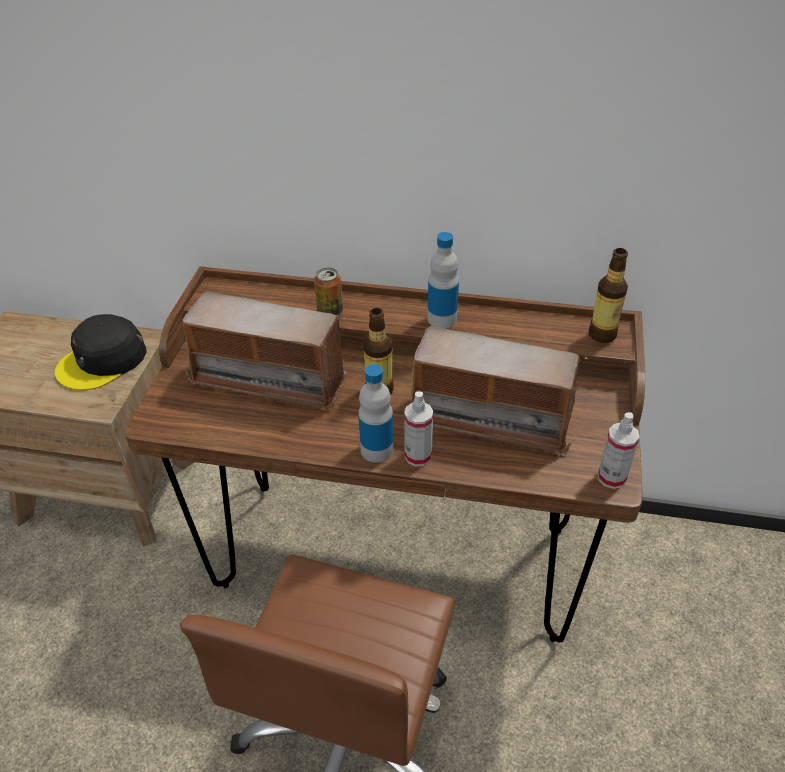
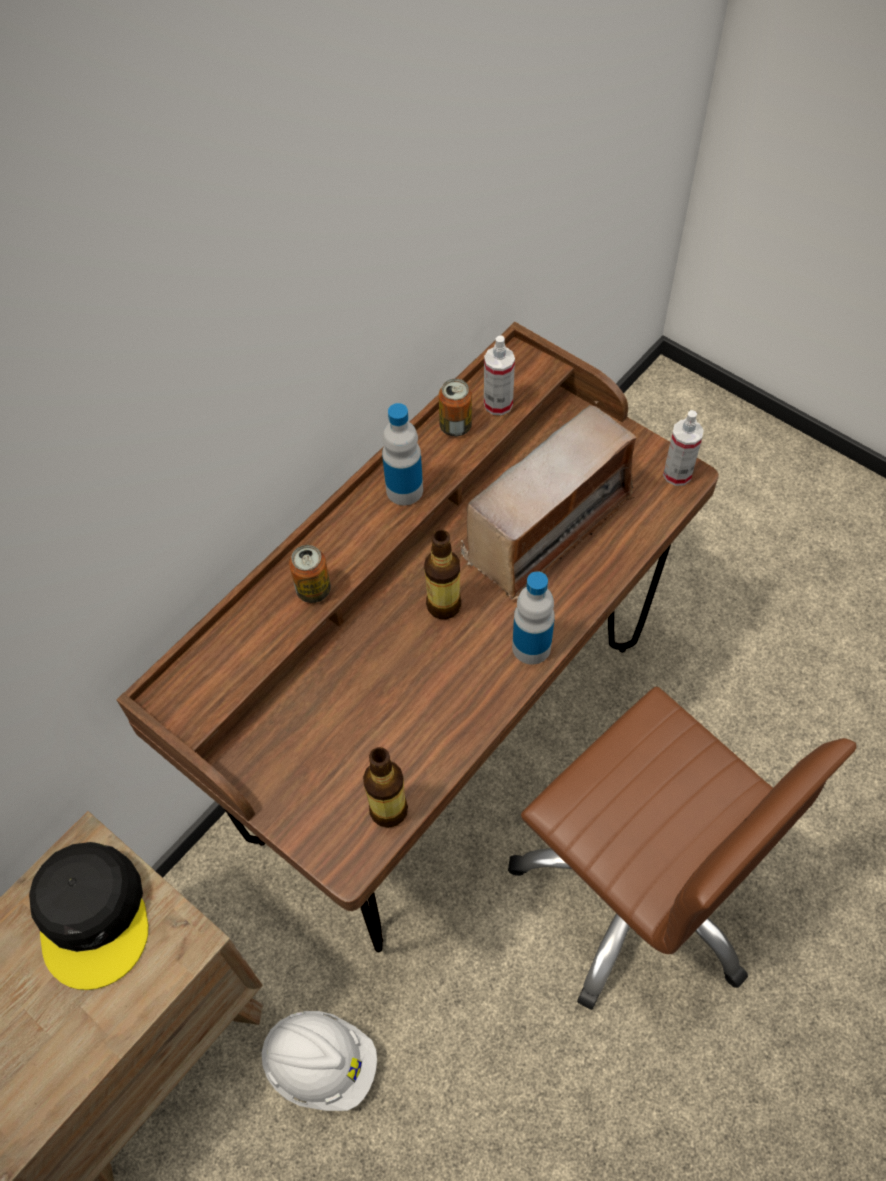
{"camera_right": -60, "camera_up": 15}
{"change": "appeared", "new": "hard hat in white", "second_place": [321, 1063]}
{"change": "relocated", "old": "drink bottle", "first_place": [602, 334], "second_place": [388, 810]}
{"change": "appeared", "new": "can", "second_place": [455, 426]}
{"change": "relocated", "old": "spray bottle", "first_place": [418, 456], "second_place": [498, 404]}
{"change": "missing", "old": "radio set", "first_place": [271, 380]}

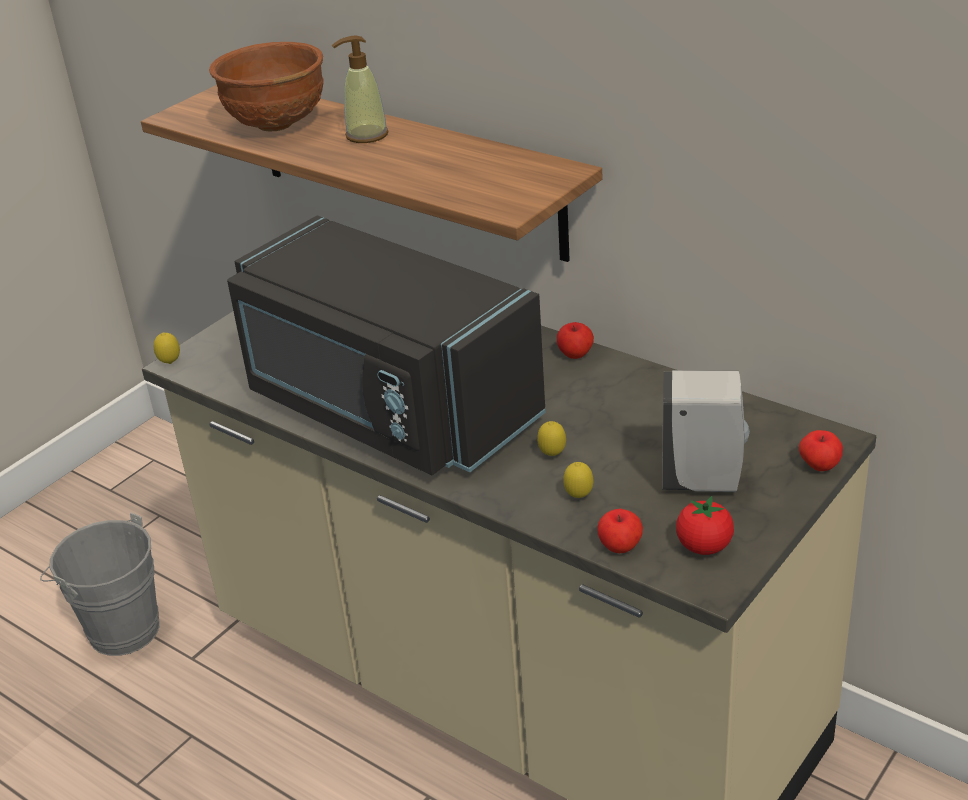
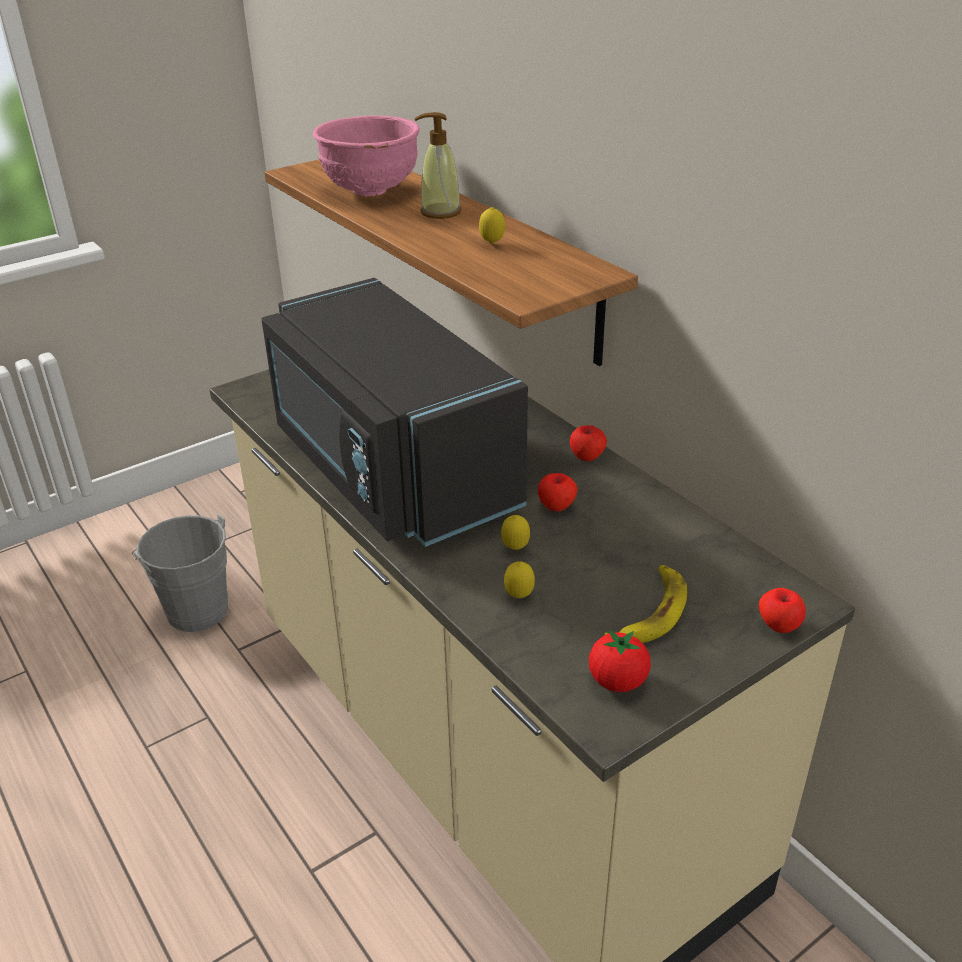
{"camera_right": 15, "camera_up": 0}
{"change": "colour", "old": "serving bowl in brownish", "new": "serving bowl in pink", "first_place": [277, 124], "second_place": [371, 191]}
{"change": "relocated", "old": "whole lemon", "first_place": [170, 363], "second_place": [492, 243]}
{"change": "relocated", "old": "whole apple", "first_place": [620, 546], "second_place": [556, 506]}
{"change": "exchanged", "old": "liquid soap bottle in white", "new": "whole banana", "first_place": [704, 481], "second_place": [651, 612]}

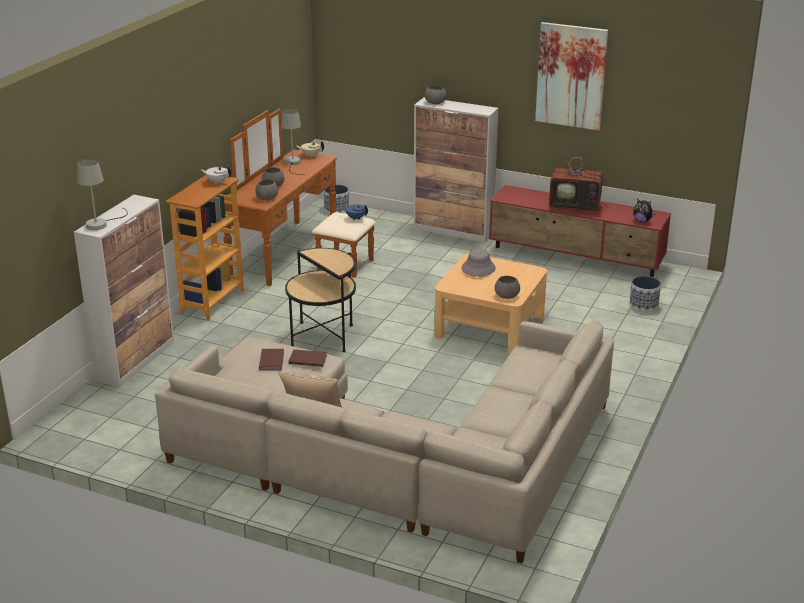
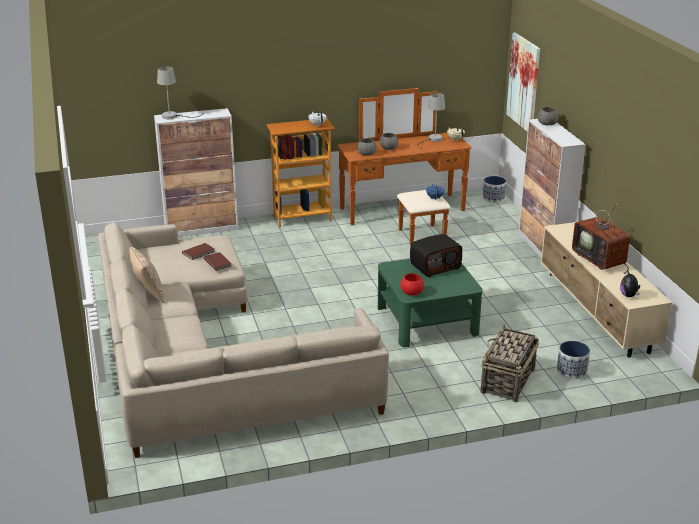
{"camera_right": 50, "camera_up": 0}
{"change": "colour", "old": "coffee table in beige-coloured", "new": "coffee table in green-coloured", "first_place": [489, 326], "second_place": [426, 320]}
{"change": "colour", "old": "serving bowl in greyish", "new": "serving bowl in red", "first_place": [507, 295], "second_place": [412, 292]}
{"change": "exchanged", "old": "wearable hat in greyish", "new": "radio set", "first_place": [478, 268], "second_place": [435, 266]}
{"change": "appeared", "new": "basket", "second_place": [507, 381]}
{"change": "relocated", "old": "wall picture", "first_place": [571, 76], "second_place": [523, 82]}
{"change": "colour", "old": "tv unit in red", "new": "tv unit in beige-coloured", "first_place": [576, 257], "second_place": [596, 312]}
{"change": "missing", "old": "accent table", "first_place": [322, 336]}

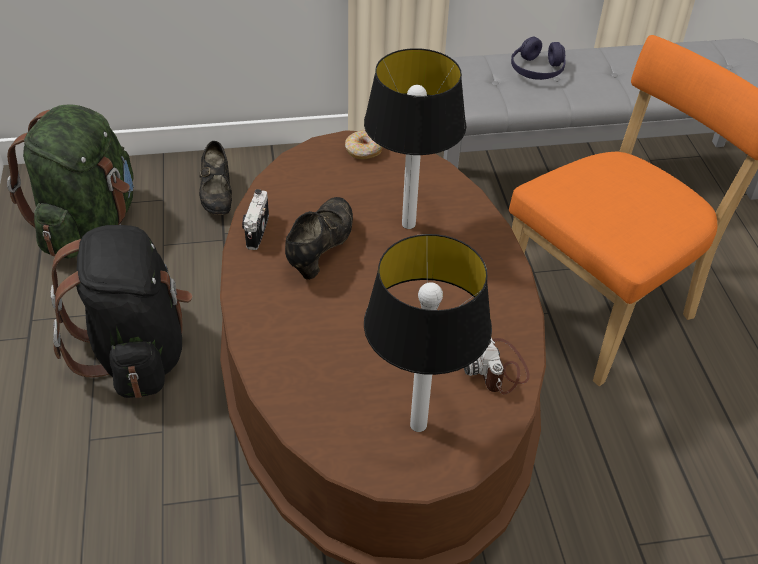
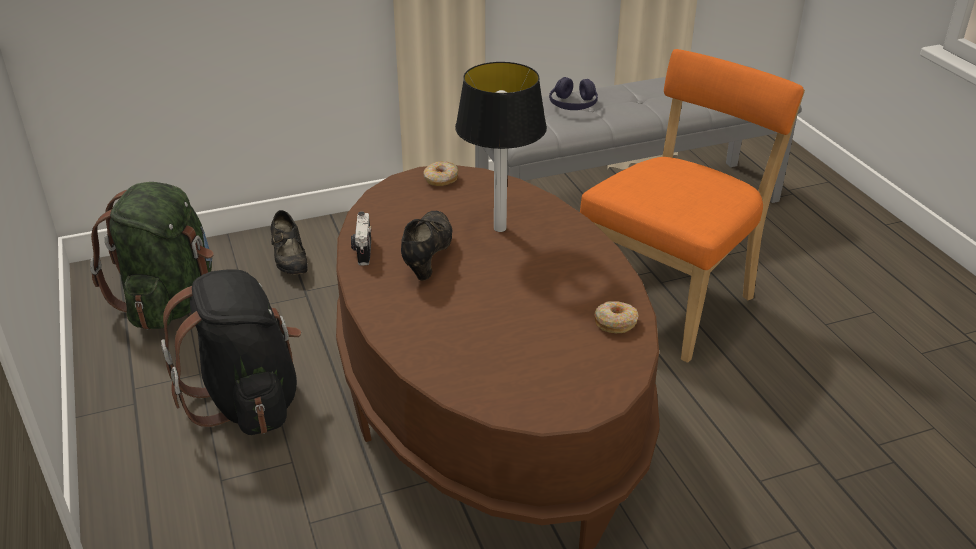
{"camera_right": -10, "camera_up": -10}
{"change": "exchanged", "old": "still camera", "new": "donut", "first_place": [498, 368], "second_place": [615, 322]}
{"change": "missing", "old": "tabletop lamp", "first_place": [417, 424]}

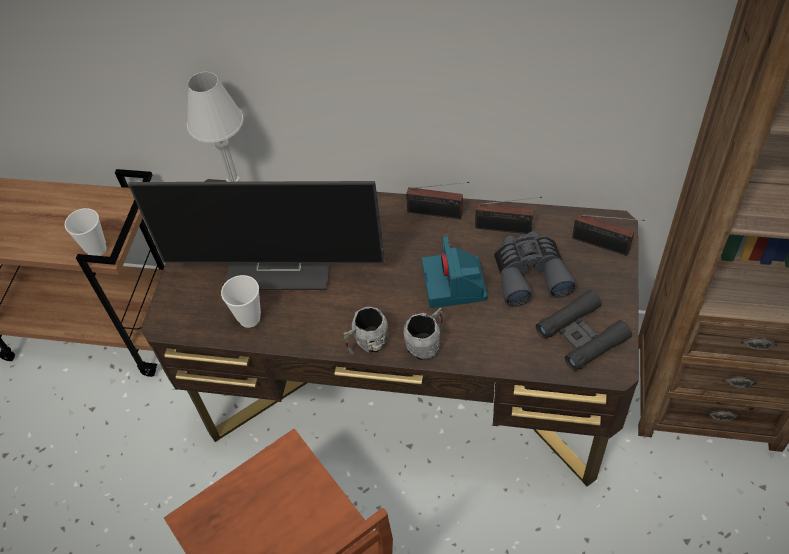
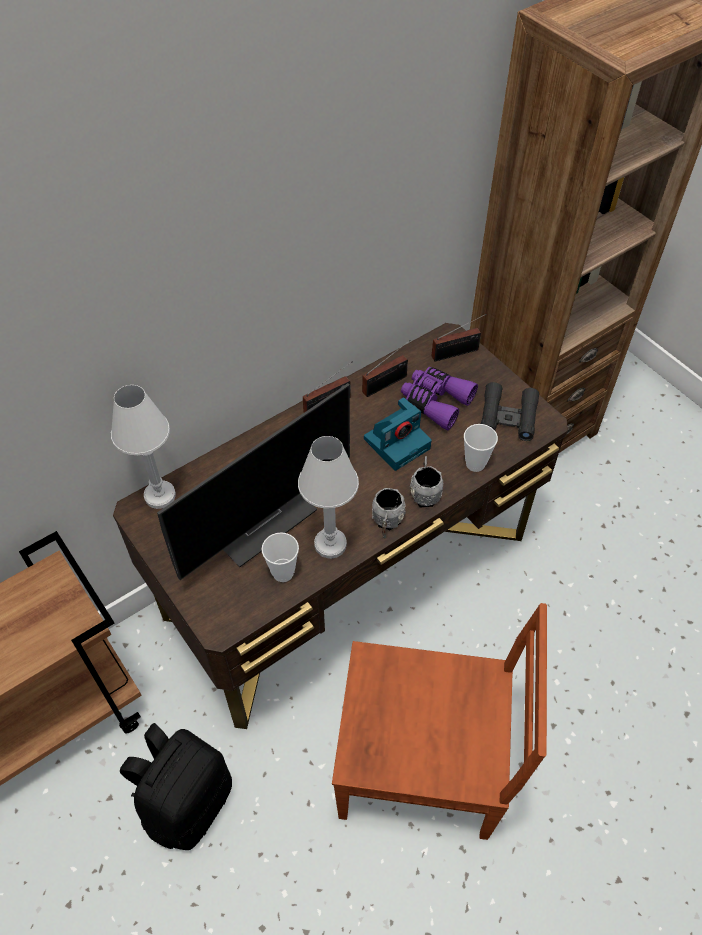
{"camera_right": -50, "camera_up": 0}
{"change": "appeared", "new": "knapsack in black-coloured", "second_place": [187, 802]}
{"change": "appeared", "new": "tabletop lamp in white", "second_place": [330, 544]}
{"change": "spun", "old": "still camera", "first_place": [455, 285], "second_place": [397, 442], "degrees": -75}
{"change": "colour", "old": "binoculars in greyish", "new": "binoculars in purplish", "first_place": [530, 274], "second_place": [435, 402]}
{"change": "relocated", "old": "small cup", "first_place": [96, 249], "second_place": [475, 464]}

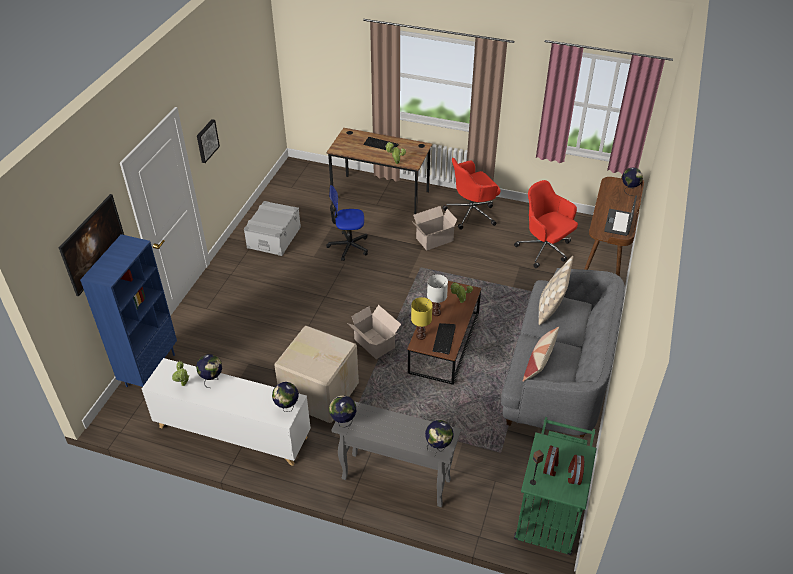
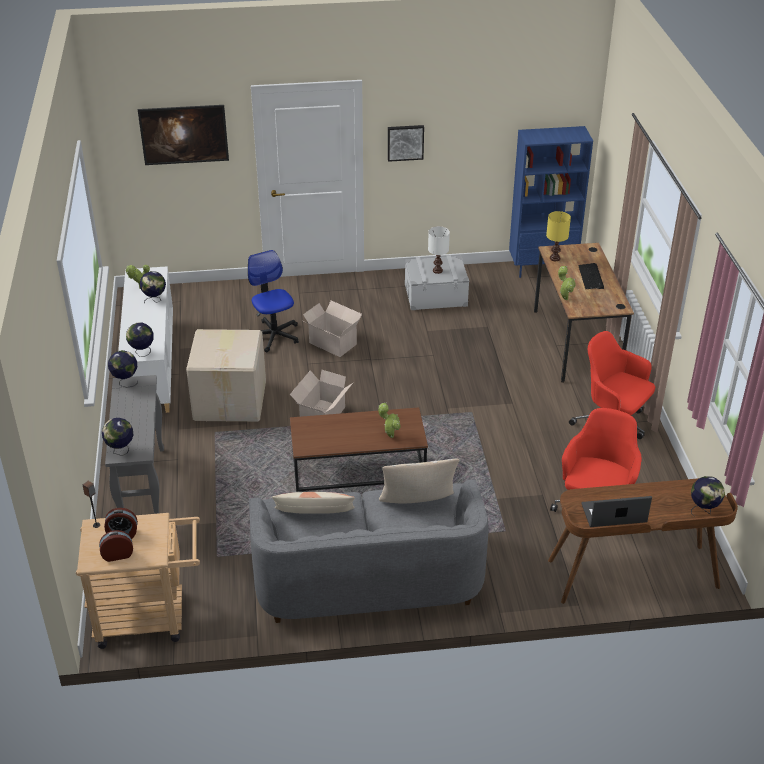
{"camera_right": 65, "camera_up": -5}
{"change": "colour", "old": "cart in green-coloured", "new": "cart in beige-coloured", "first_place": [549, 513], "second_place": [150, 617]}
{"change": "relocated", "old": "office chair", "first_place": [348, 246], "second_place": [273, 336]}
{"change": "relocated", "old": "packing box", "first_place": [433, 240], "second_place": [332, 343]}
{"change": "relocated", "old": "tabletop lamp in white", "first_place": [436, 312], "second_place": [437, 271]}
{"change": "relocated", "old": "shelving unit in bluish", "first_place": [150, 370], "second_place": [542, 268]}
{"change": "relocated", "old": "tabletop lamp in yellow-coloured", "first_place": [420, 336], "second_place": [554, 258]}
{"change": "missing", "old": "keyboard", "first_place": [444, 338]}

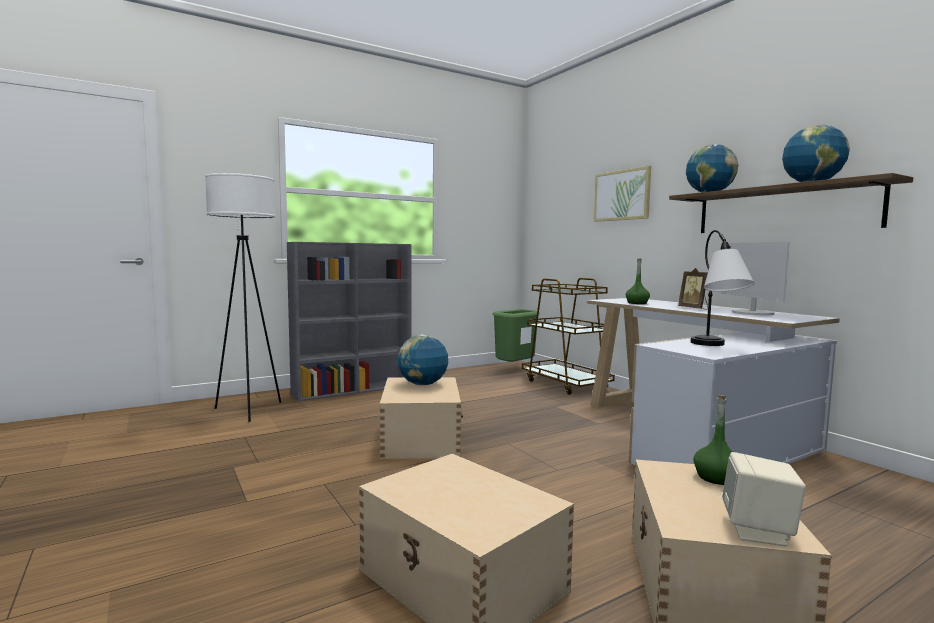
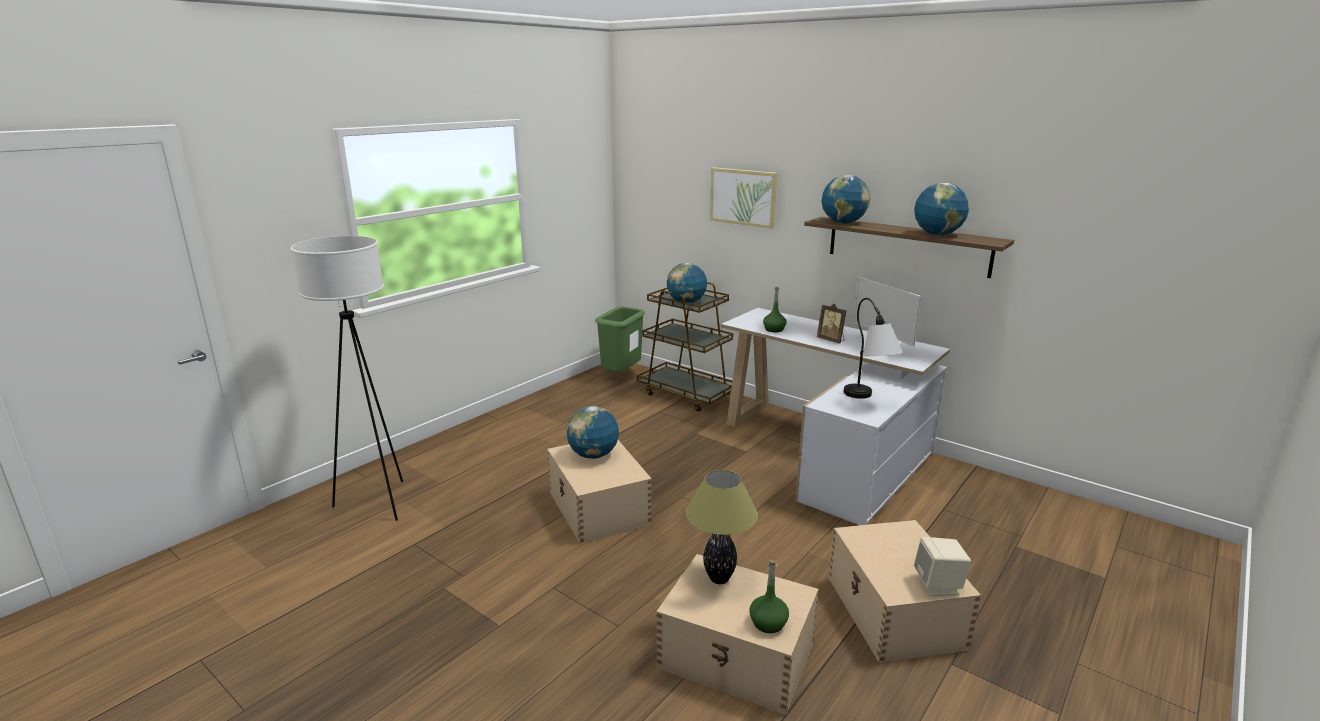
{"camera_right": -20, "camera_up": 15}
{"change": "appeared", "new": "world globe", "second_place": [686, 302]}
{"change": "appeared", "new": "tabletop lamp", "second_place": [718, 579]}
{"change": "relocated", "old": "drink bottle in green-coloured", "first_place": [716, 478], "second_place": [768, 623]}
{"change": "missing", "old": "shelving unit in greyish", "first_place": [354, 389]}

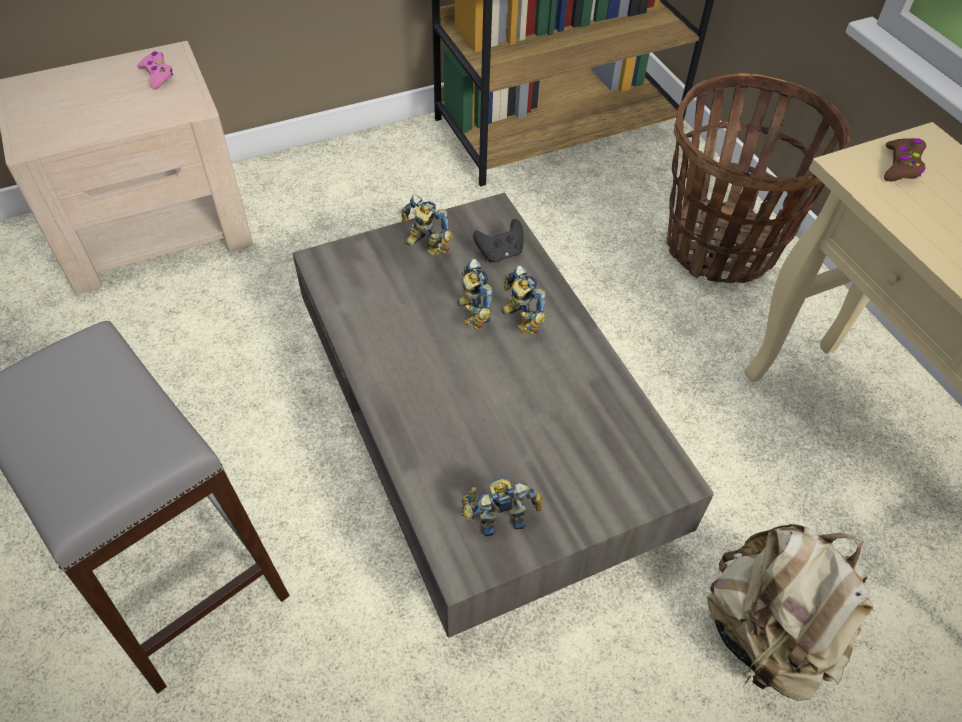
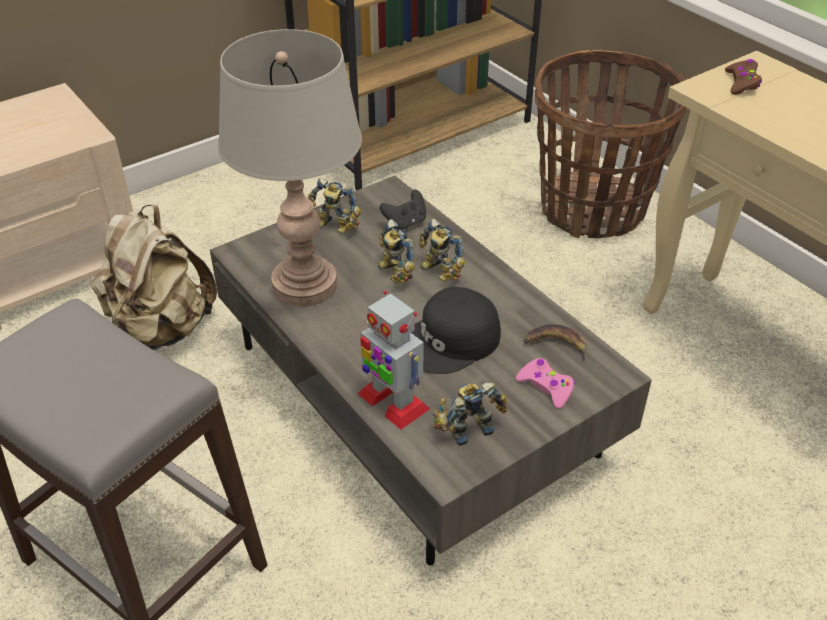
{"camera_right": -10, "camera_up": -10}
{"change": "relocated", "old": "knapsack in beige-coloured", "first_place": [766, 633], "second_place": [161, 330]}
{"change": "appeared", "new": "tabletop lamp in greyish", "second_place": [305, 285]}
{"change": "appeared", "new": "model robot", "second_place": [392, 401]}
{"change": "appeared", "new": "baseball cap in black-coloured", "second_place": [451, 341]}
{"change": "relocated", "old": "gamepad in pink", "first_place": [157, 75], "second_place": [546, 387]}
{"change": "appeared", "new": "whole banana", "second_place": [555, 345]}

